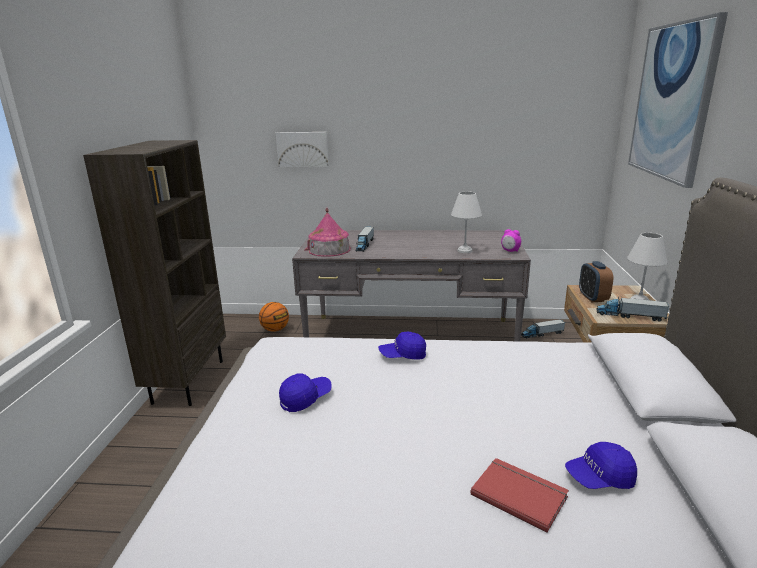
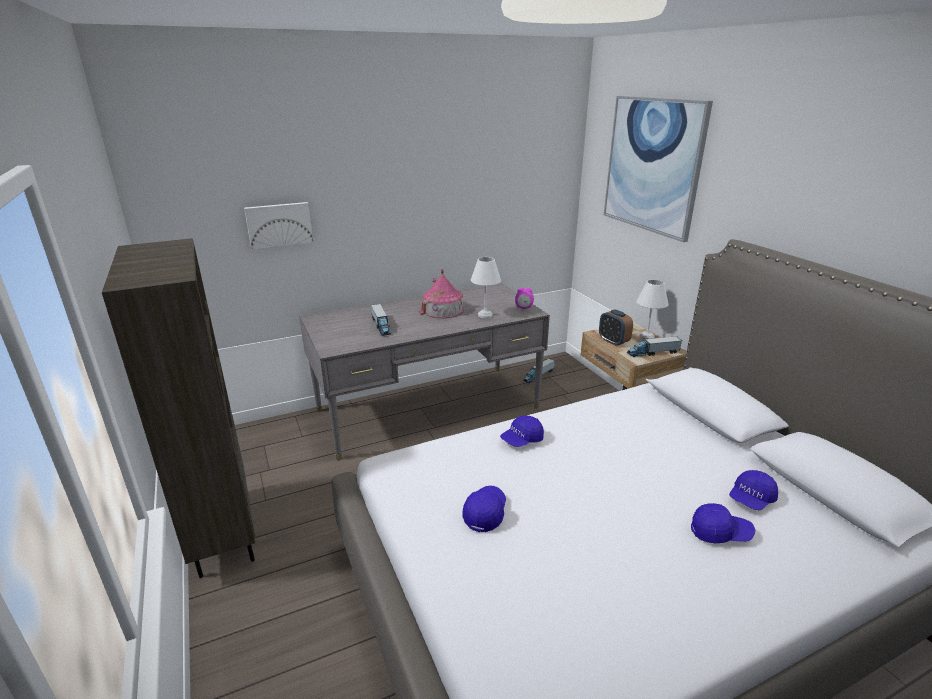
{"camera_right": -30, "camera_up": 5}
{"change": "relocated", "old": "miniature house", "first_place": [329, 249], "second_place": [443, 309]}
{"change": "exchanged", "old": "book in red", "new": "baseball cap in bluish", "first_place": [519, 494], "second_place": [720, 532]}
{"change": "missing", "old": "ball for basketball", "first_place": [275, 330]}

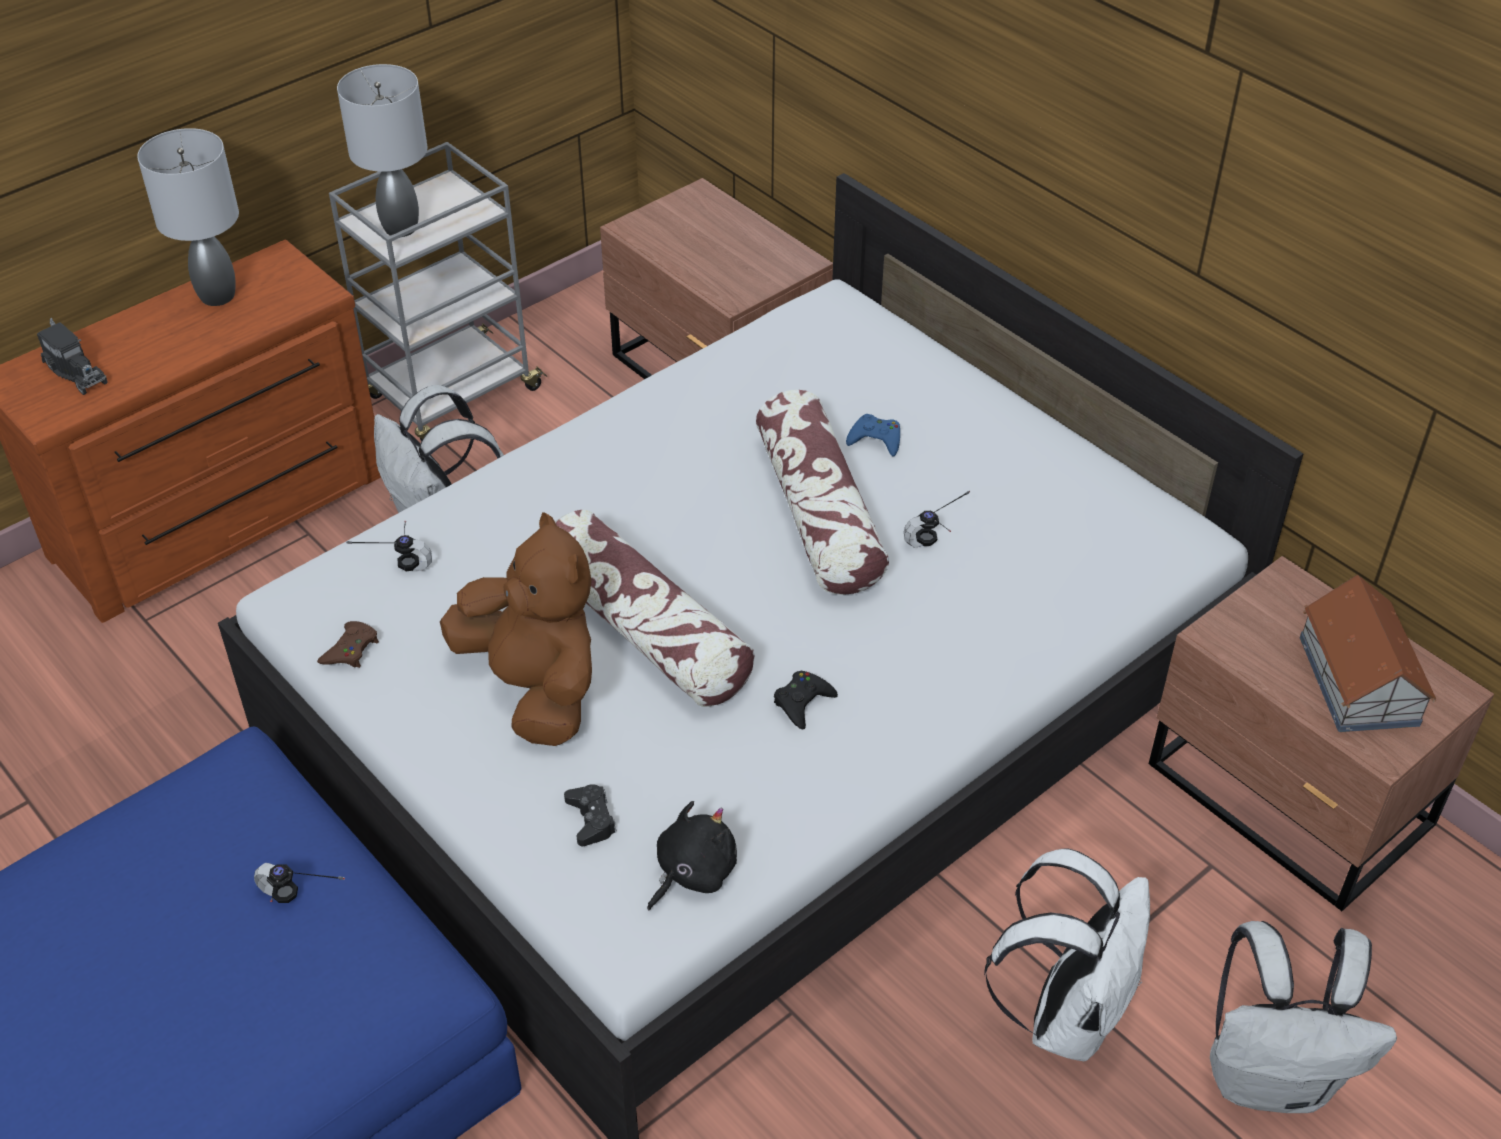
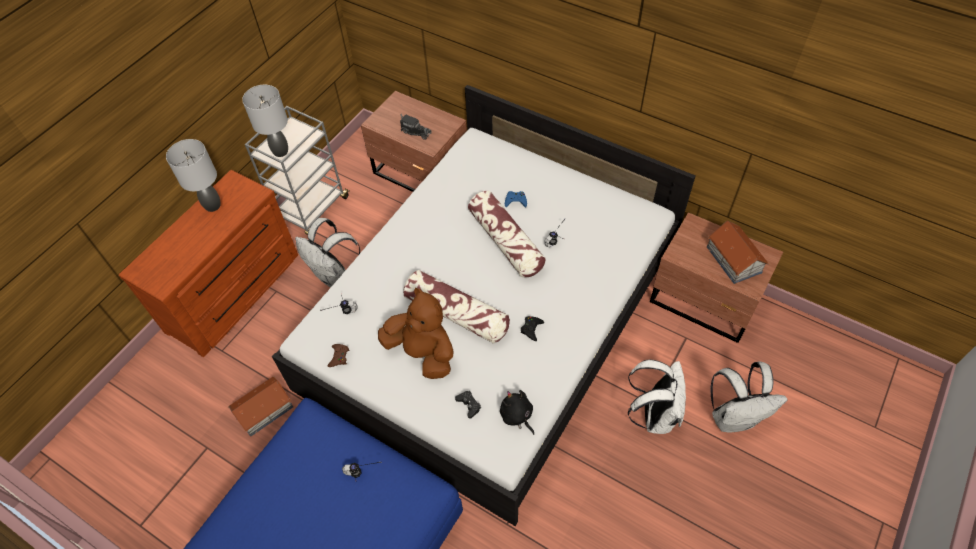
{"camera_right": -15, "camera_up": 10}
{"change": "appeared", "new": "miniature house", "second_place": [265, 410]}
{"change": "relocated", "old": "toy truck", "first_place": [75, 371], "second_place": [415, 131]}
{"change": "spun", "old": "soft toy in black-coloured", "first_place": [692, 872], "second_place": [517, 416], "degrees": -60}

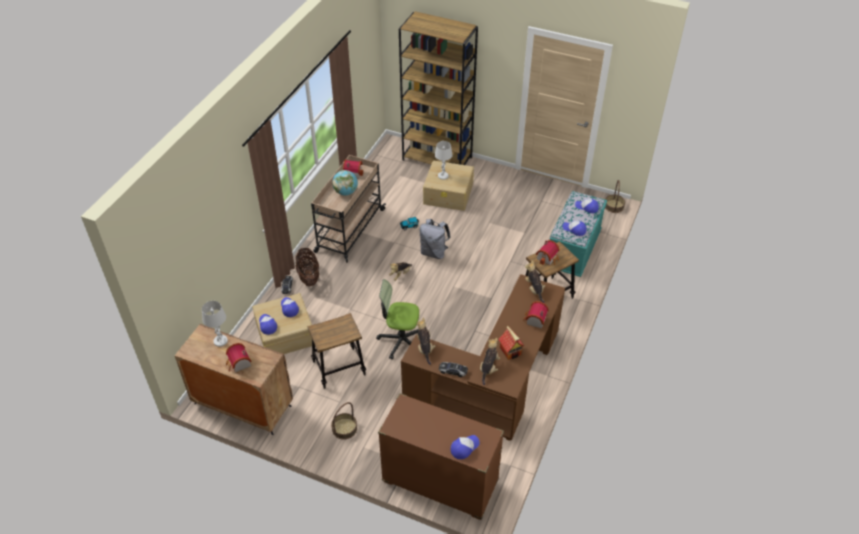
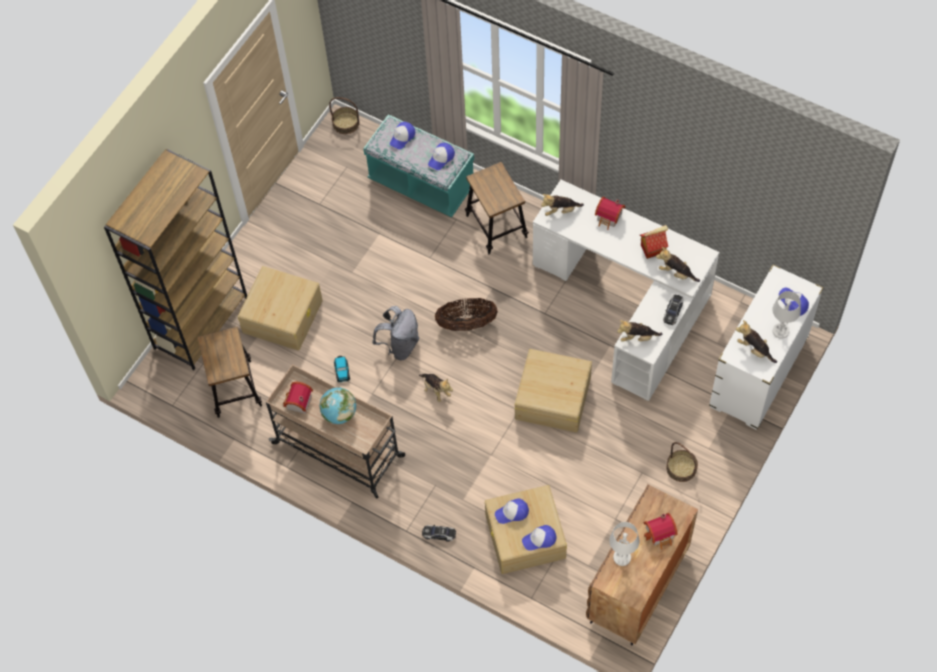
{"camera_right": -80, "camera_up": 15}
{"change": "relocated", "old": "stool", "first_place": [339, 368], "second_place": [234, 388]}
{"change": "relocated", "old": "basket", "first_place": [308, 276], "second_place": [466, 324]}
{"change": "exchanged", "old": "office chair", "new": "storage bin in beige-coloured", "first_place": [401, 341], "second_place": [552, 397]}
{"change": "colour", "old": "desk unit in brownish", "new": "desk unit in white", "first_place": [494, 383], "second_place": [628, 303]}
{"change": "colour", "old": "dresser in brownish", "new": "dresser in white", "first_place": [439, 482], "second_place": [758, 373]}
{"change": "appeared", "new": "soft toy", "second_place": [754, 349]}
{"change": "relocated", "old": "tabletop lamp in white", "first_place": [443, 176], "second_place": [781, 331]}
{"change": "missing", "old": "miniature house", "first_place": [548, 258]}

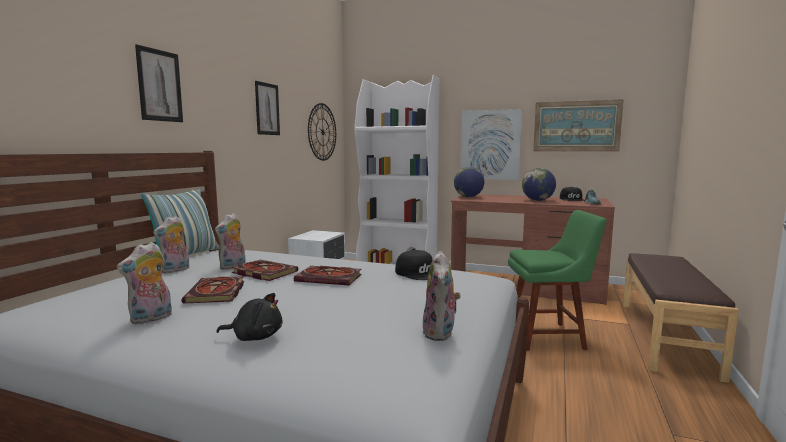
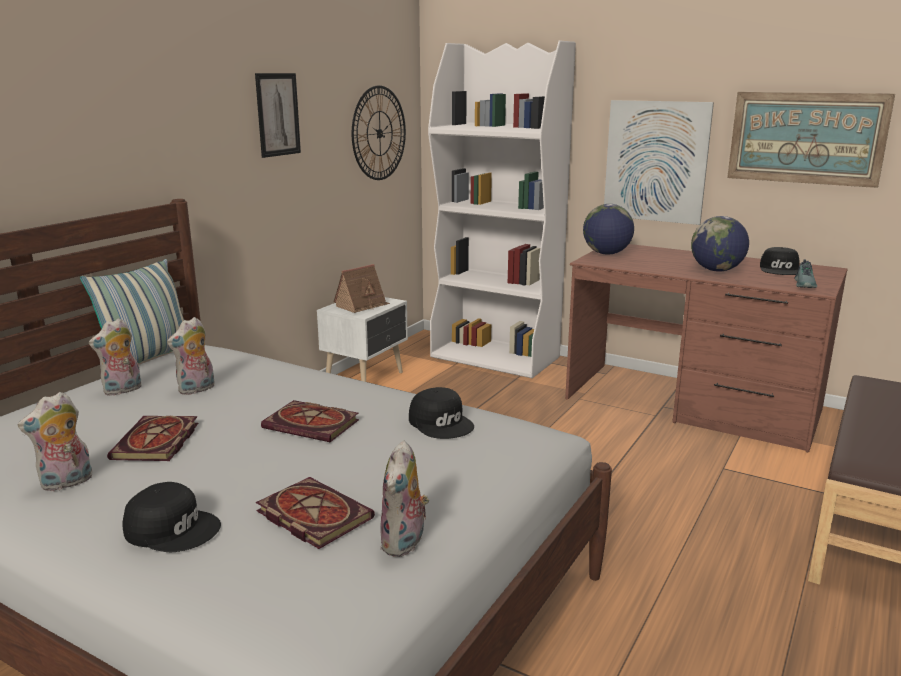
{"camera_right": 10, "camera_up": 10}
{"change": "exchanged", "old": "soft toy in black-coloured", "new": "baseball cap in black-coloured", "first_place": [255, 337], "second_place": [173, 528]}
{"change": "relocated", "old": "book", "first_place": [262, 272], "second_place": [311, 515]}
{"change": "appeared", "new": "miniature house", "second_place": [362, 305]}
{"change": "missing", "old": "wall picture", "first_place": [159, 85]}
{"change": "missing", "old": "upright chair in green-coloured", "first_place": [549, 336]}

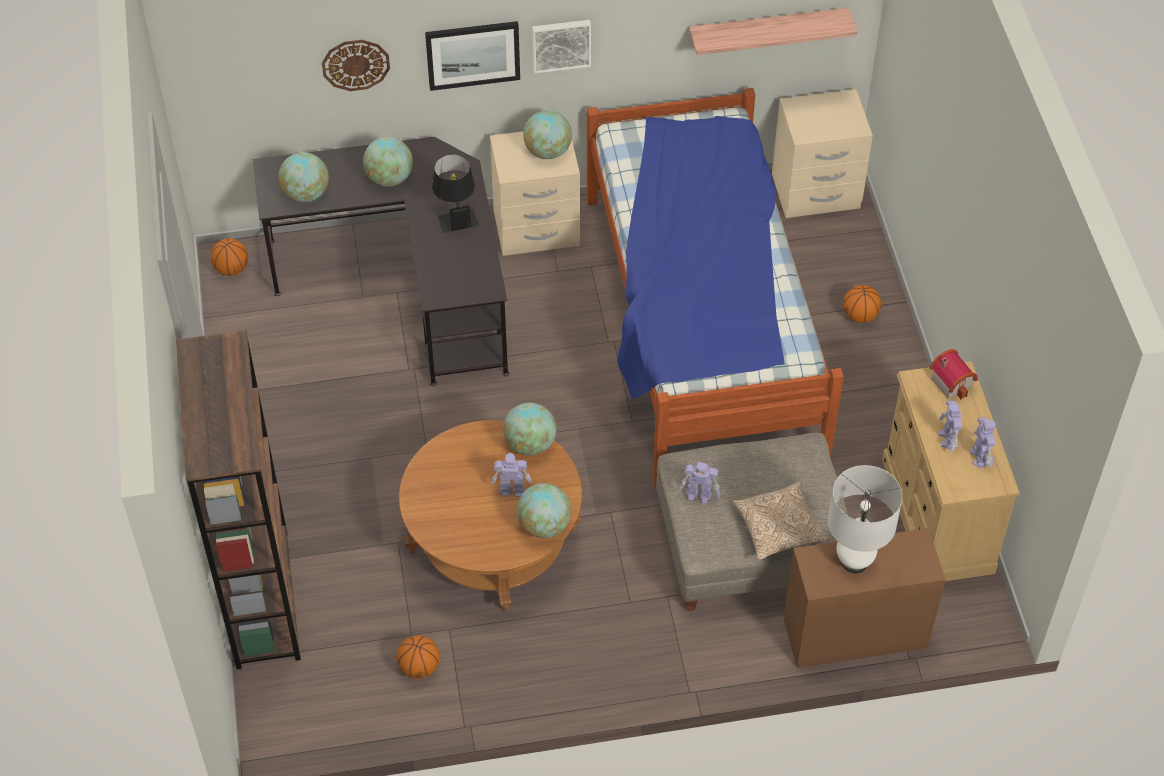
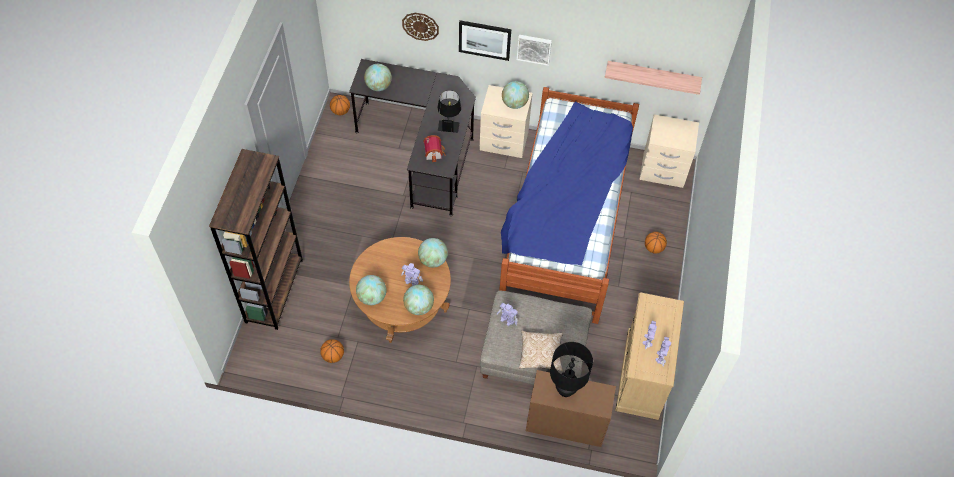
{"camera_right": 20, "camera_up": 5}
{"change": "relocated", "old": "world globe", "first_place": [389, 178], "second_place": [372, 297]}
{"change": "relocated", "old": "miniature house", "first_place": [953, 381], "second_place": [434, 152]}
{"change": "colour", "old": "tabletop lamp in white", "new": "tabletop lamp in black-coloured", "first_place": [854, 562], "second_place": [565, 390]}

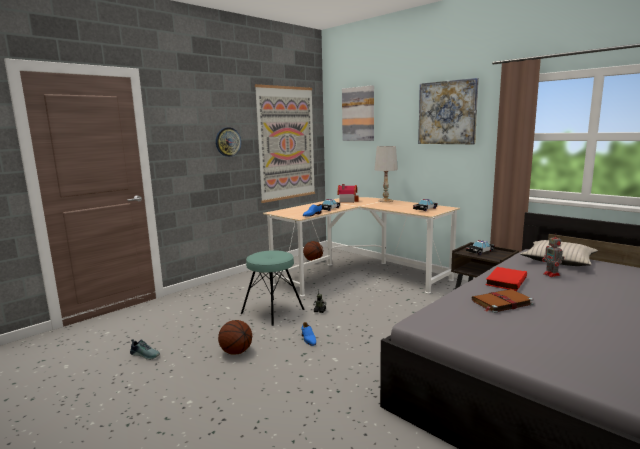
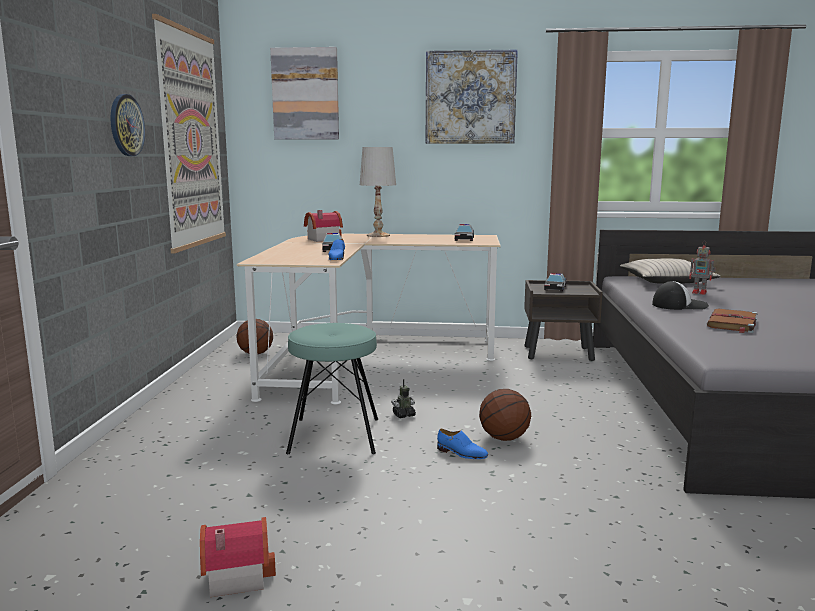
{"camera_right": -40, "camera_up": 0}
{"change": "exchanged", "old": "shoe", "new": "miniature house", "first_place": [146, 354], "second_place": [235, 575]}
{"change": "relocated", "old": "ball for basketball", "first_place": [236, 352], "second_place": [503, 438]}
{"change": "exchanged", "old": "book in red", "new": "baseball cap", "first_place": [505, 281], "second_place": [679, 305]}

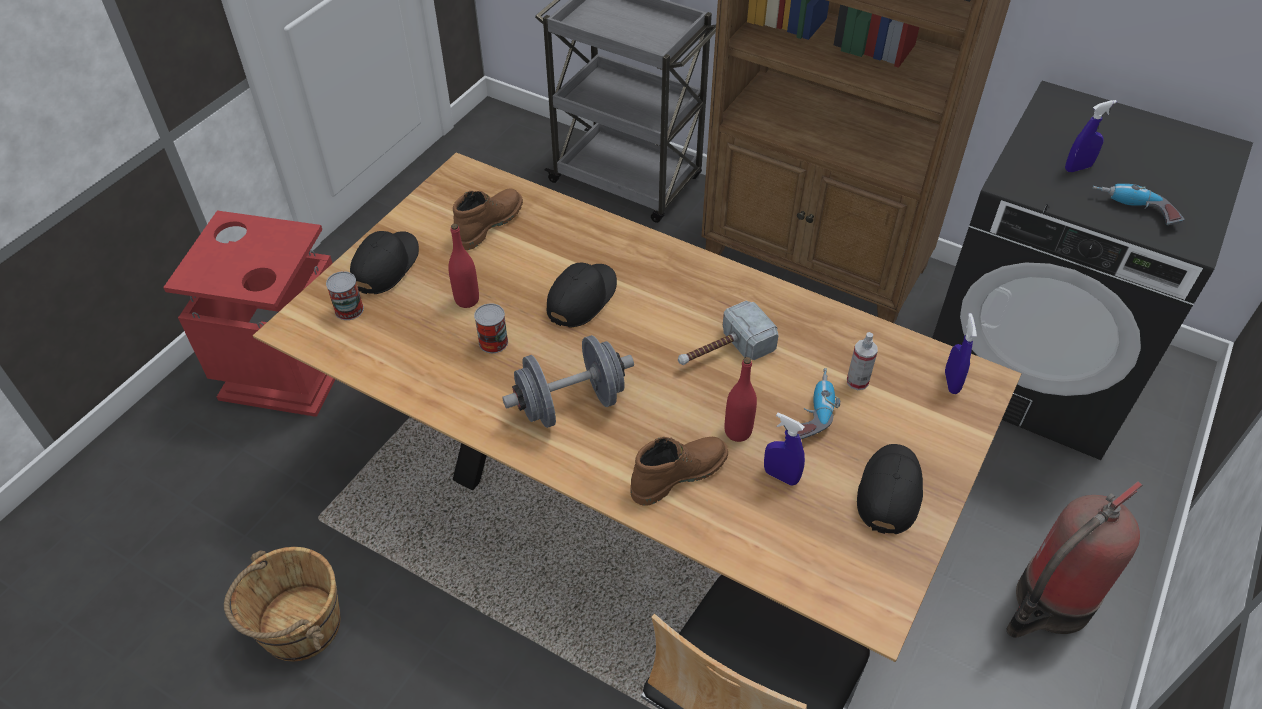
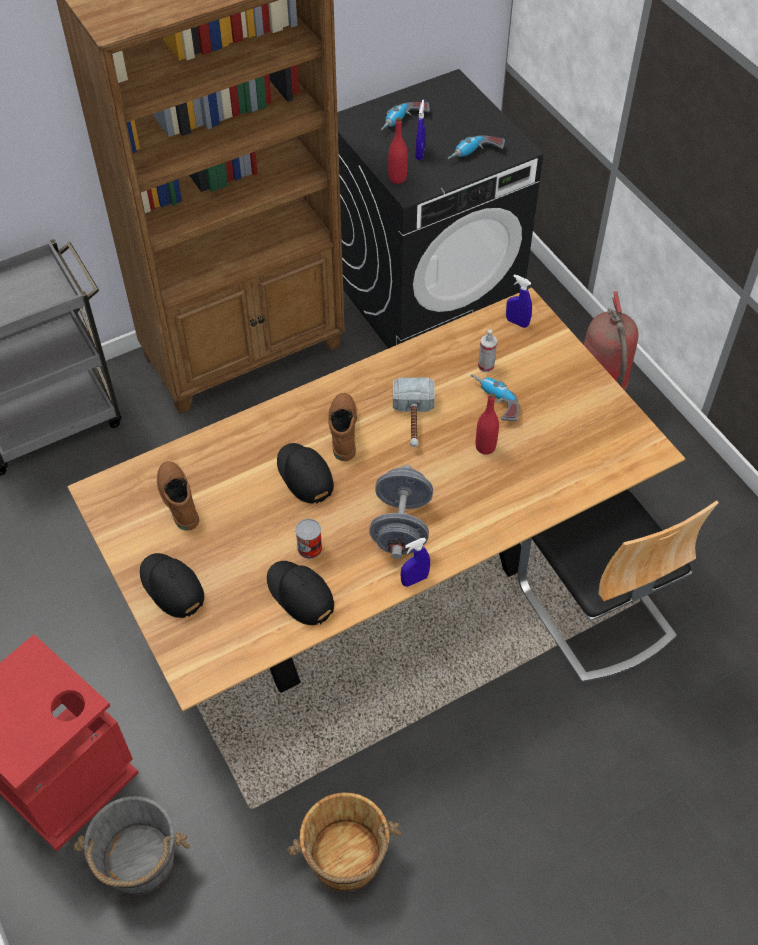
{"camera_right": -60, "camera_up": 5}
{"change": "appeared", "new": "bucket in greyish", "second_place": [139, 862]}
{"change": "relocated", "old": "baseball cap in black-coloured", "first_place": [889, 491], "second_place": [300, 594]}
{"change": "relocated", "old": "tall boot in brownish", "first_place": [678, 473], "second_place": [342, 430]}
{"change": "appeared", "new": "electric drill", "second_place": [404, 122]}
{"change": "relocated", "old": "drink bottle in red", "first_place": [467, 300], "second_place": [397, 178]}
{"change": "relocated", "old": "spray bottle in bluish", "first_place": [780, 476], "second_place": [414, 580]}
{"change": "missing", "old": "can", "first_place": [349, 309]}

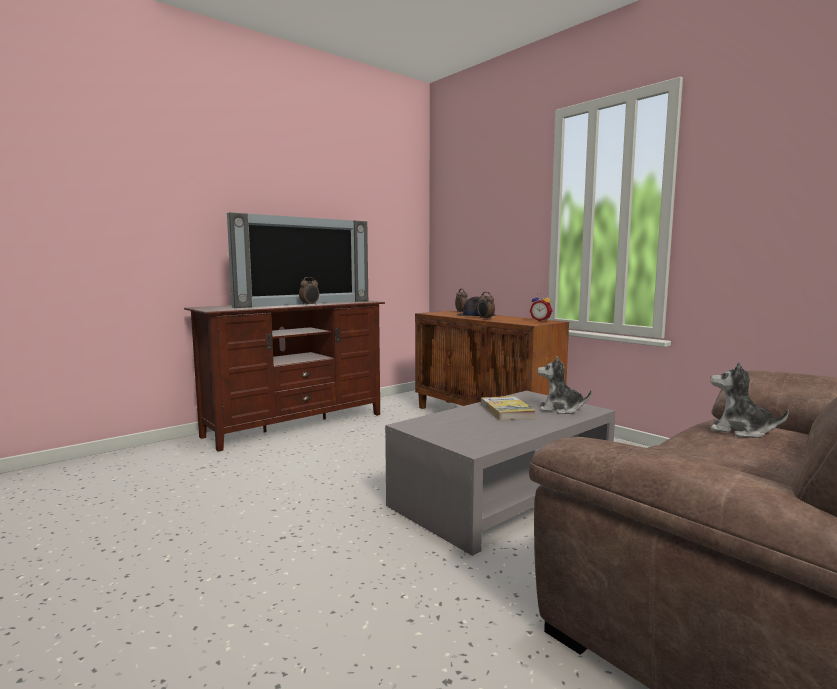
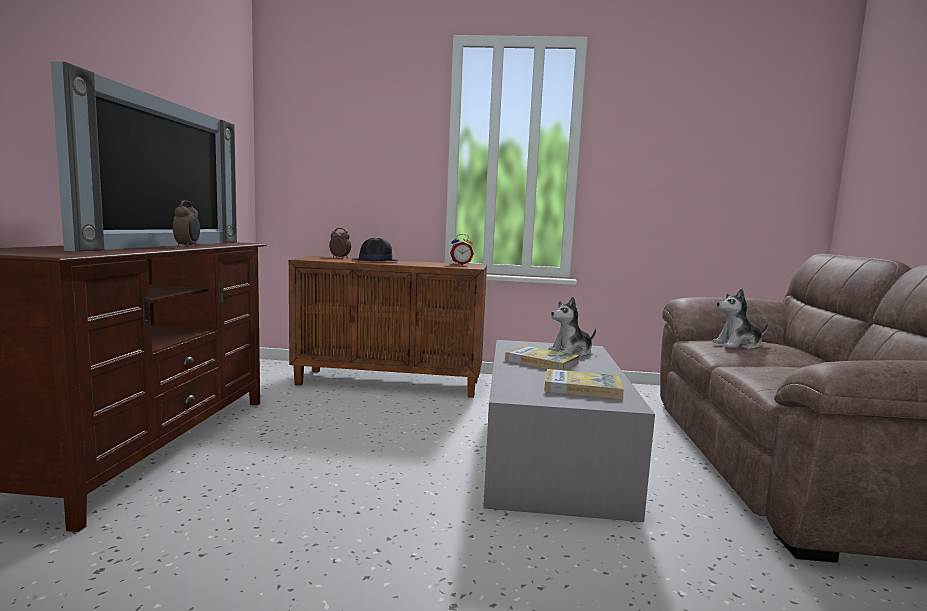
{"camera_right": -45, "camera_up": 0}
{"change": "appeared", "new": "book", "second_place": [582, 388]}
{"change": "missing", "old": "bedside clock", "first_place": [485, 319]}

